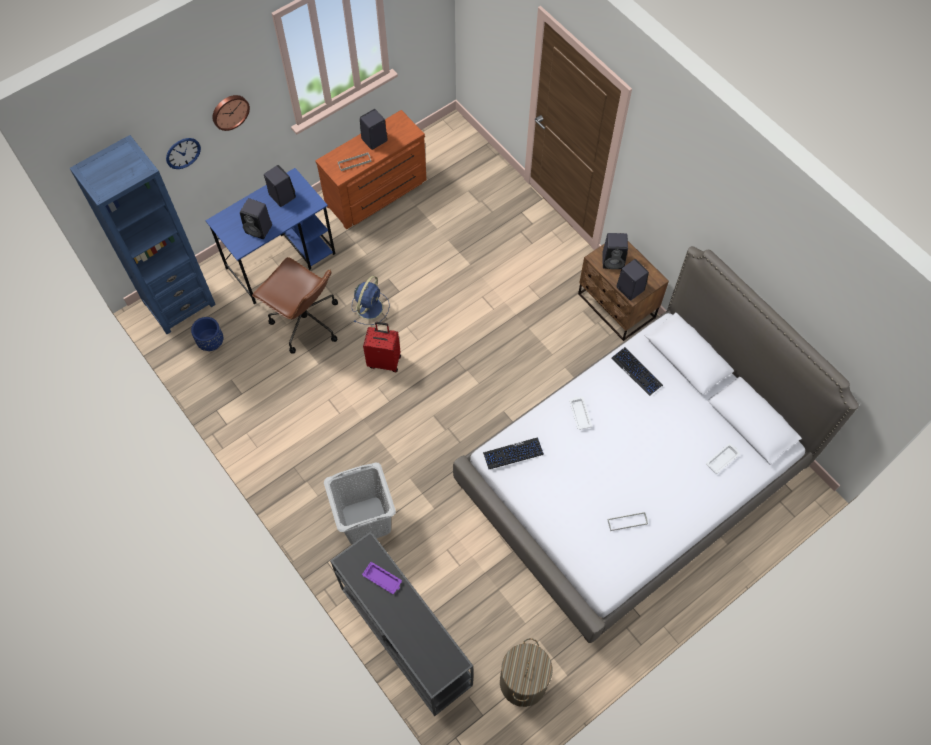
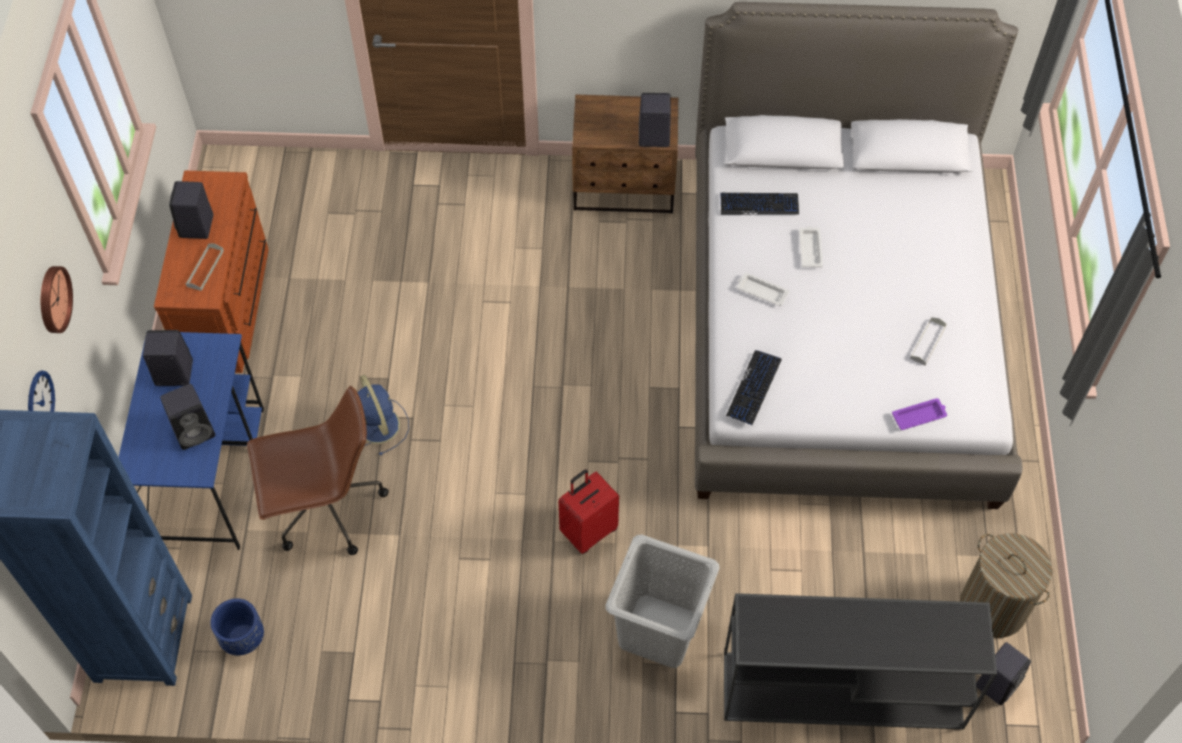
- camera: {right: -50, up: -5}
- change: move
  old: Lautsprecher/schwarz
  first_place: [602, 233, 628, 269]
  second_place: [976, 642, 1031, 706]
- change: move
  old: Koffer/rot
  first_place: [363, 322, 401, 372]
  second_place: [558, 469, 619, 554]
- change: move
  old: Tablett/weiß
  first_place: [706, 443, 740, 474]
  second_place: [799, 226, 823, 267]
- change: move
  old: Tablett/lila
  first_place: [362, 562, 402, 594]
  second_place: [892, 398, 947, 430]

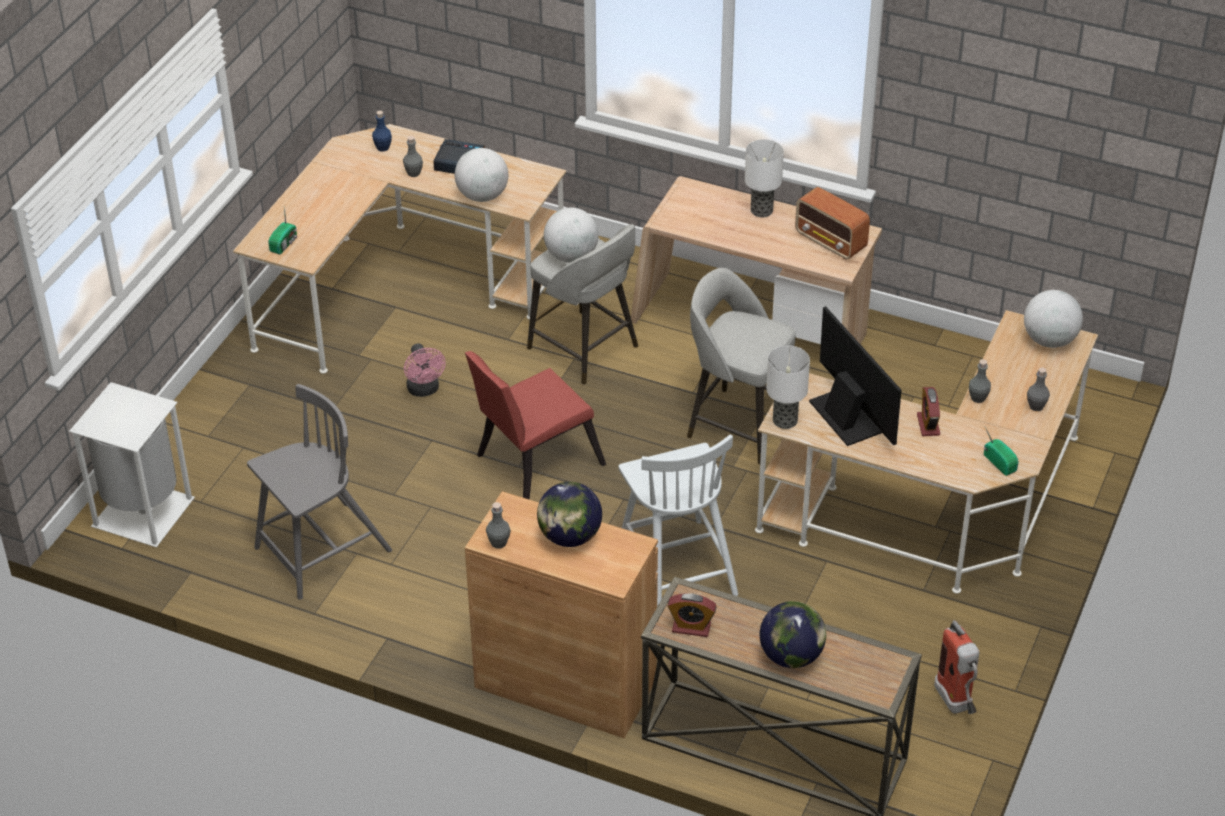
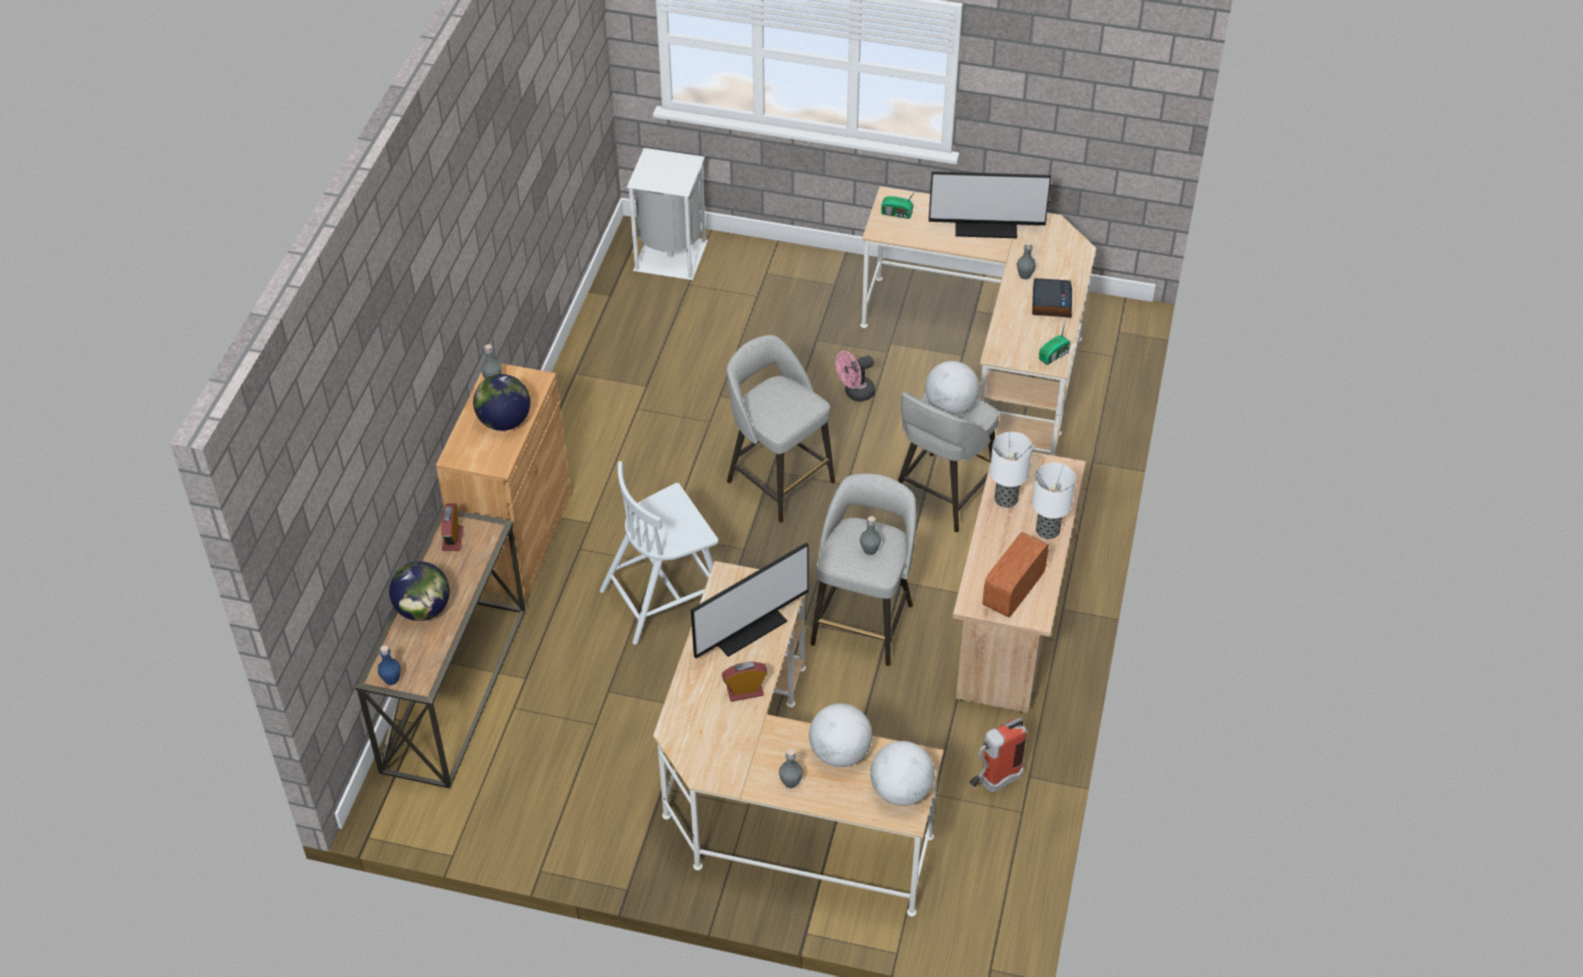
- camera: {right: 80, up: 5}
- change: move
  old: Flasche/blau
  first_place: [372, 111, 392, 152]
  second_place: [378, 645, 401, 685]
- change: move
  old: Globus
  first_place: [455, 148, 508, 202]
  second_place: [809, 703, 872, 767]
- change: move
  old: Tischlampe
  first_place: [766, 345, 810, 429]
  second_place: [990, 432, 1033, 508]
- change: replace
  old: Stuhl/rot
  new: Hocker/grau
  first_place: [465, 351, 606, 499]
  second_place: [727, 335, 835, 522]
- change: move
  old: Flasche/grau
  first_place: [969, 359, 991, 403]
  second_place: [860, 516, 881, 555]
- change: delete
  old: Stuhl/grau
  first_place: [247, 384, 392, 600]
- change: move
  old: Radio
  first_place: [984, 427, 1019, 476]
  second_place: [1039, 323, 1071, 365]
- change: move
  old: Feuerlöscher
  first_place: [934, 620, 979, 714]
  second_place: [969, 717, 1027, 793]
- change: insert
  new: Monitor
  second_place: [929, 171, 1051, 238]

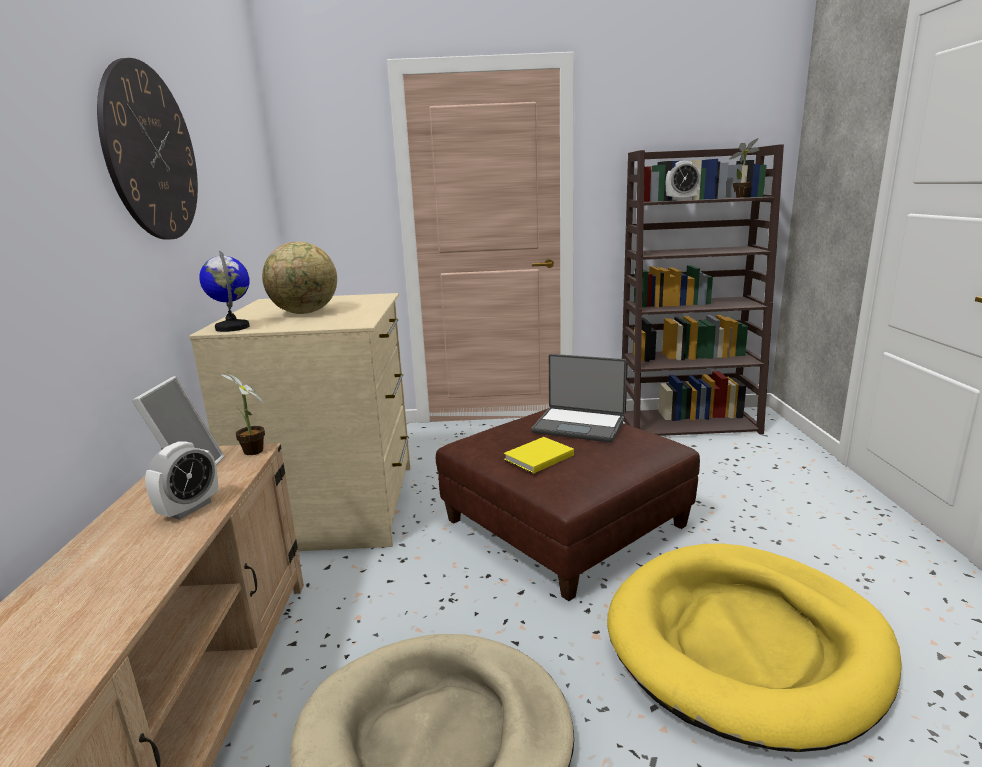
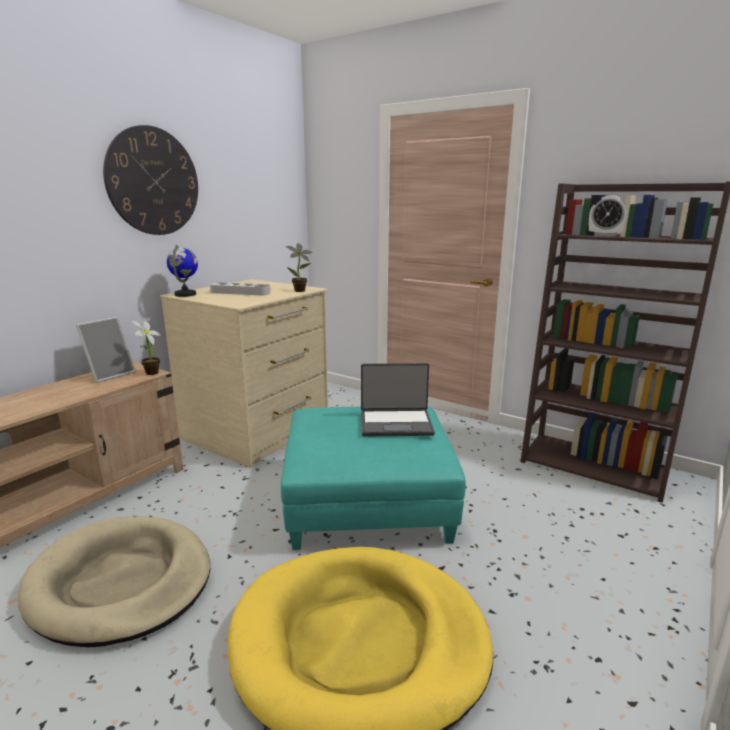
- camera: {right: 35, up: 0}
- change: move
  old: Topfpflanze
  first_place: [729, 138, 760, 198]
  second_place: [286, 243, 313, 292]
- change: replace
  old: Globus
  new: Tablett/grau
  first_place: [262, 242, 337, 314]
  second_place: [210, 282, 270, 296]
- change: rotate
  old: Laptop
  first_place: [531, 354, 627, 443]
  second_place: [361, 363, 435, 437]
  degrees: -60
- change: recolor
  old: Polsterhocker/braun
  new: Polsterhocker/türkis
  first_place: [436, 409, 700, 601]
  second_place: [281, 406, 466, 550]
- change: delete
  old: Buch/gelb
  first_place: [504, 437, 574, 474]
- change: delete
  old: Wecker
  first_place: [145, 441, 218, 520]

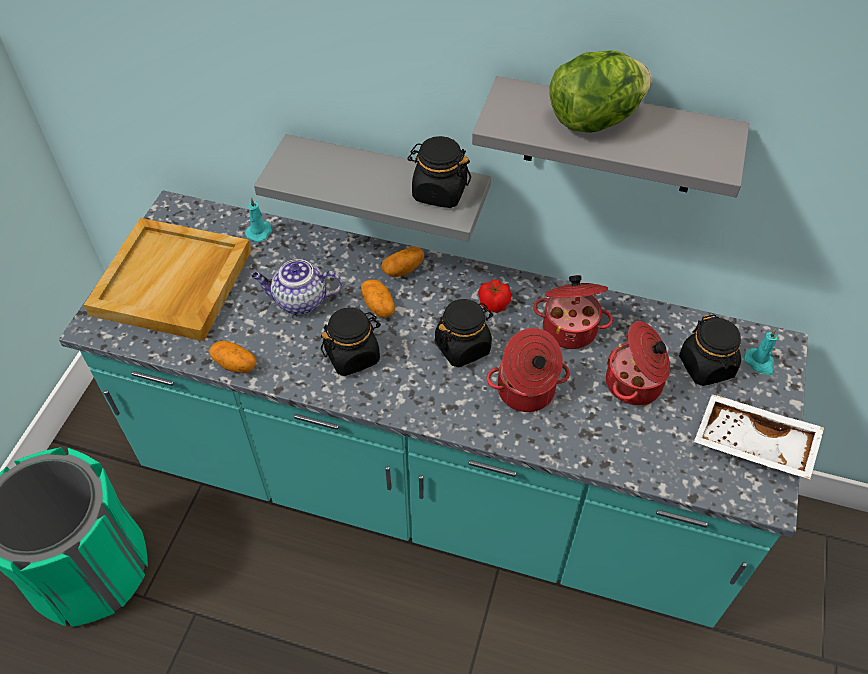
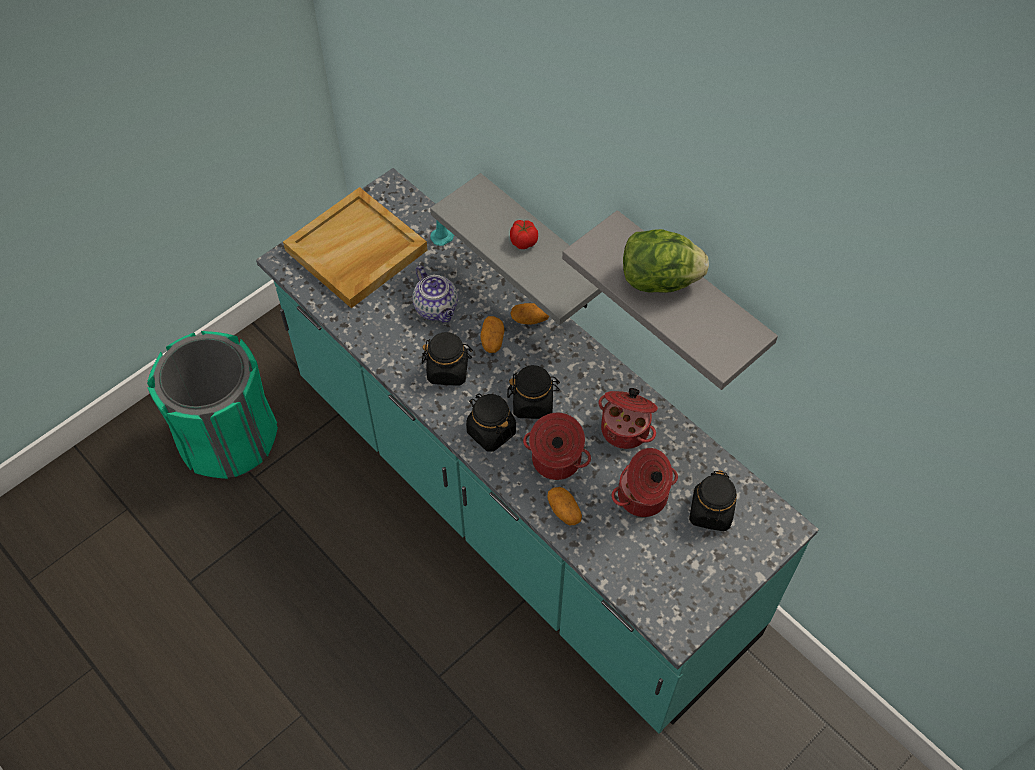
- camera: {right: 30, up: 5}
- change: move
  old: Vorratsglas/schwarz
  first_place: [407, 136, 471, 208]
  second_place: [466, 393, 516, 452]
- change: rotate
  old: Teekanne
  first_place: [251, 259, 343, 314]
  second_place: [412, 265, 458, 323]
  degrees: -150
- change: move
  old: Tomate
  first_place: [478, 280, 511, 313]
  second_place: [510, 220, 538, 249]
- change: delete
  old: Kerze/türkis
  first_place: [744, 329, 778, 375]
- change: move
  old: Kartoffel
  first_place: [209, 340, 257, 373]
  second_place: [547, 487, 582, 525]
- change: delete
  old: Tablett/weiß
  first_place: [694, 394, 824, 479]

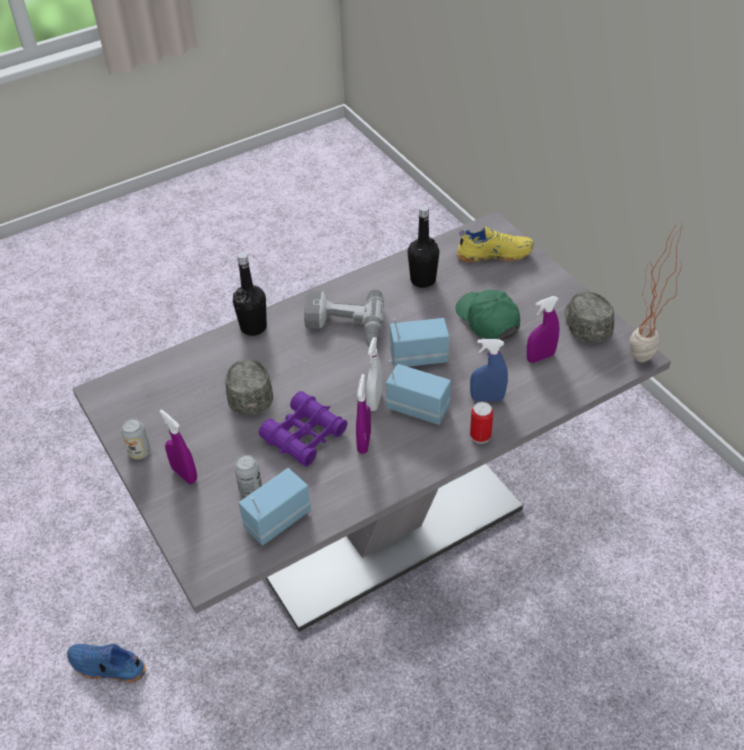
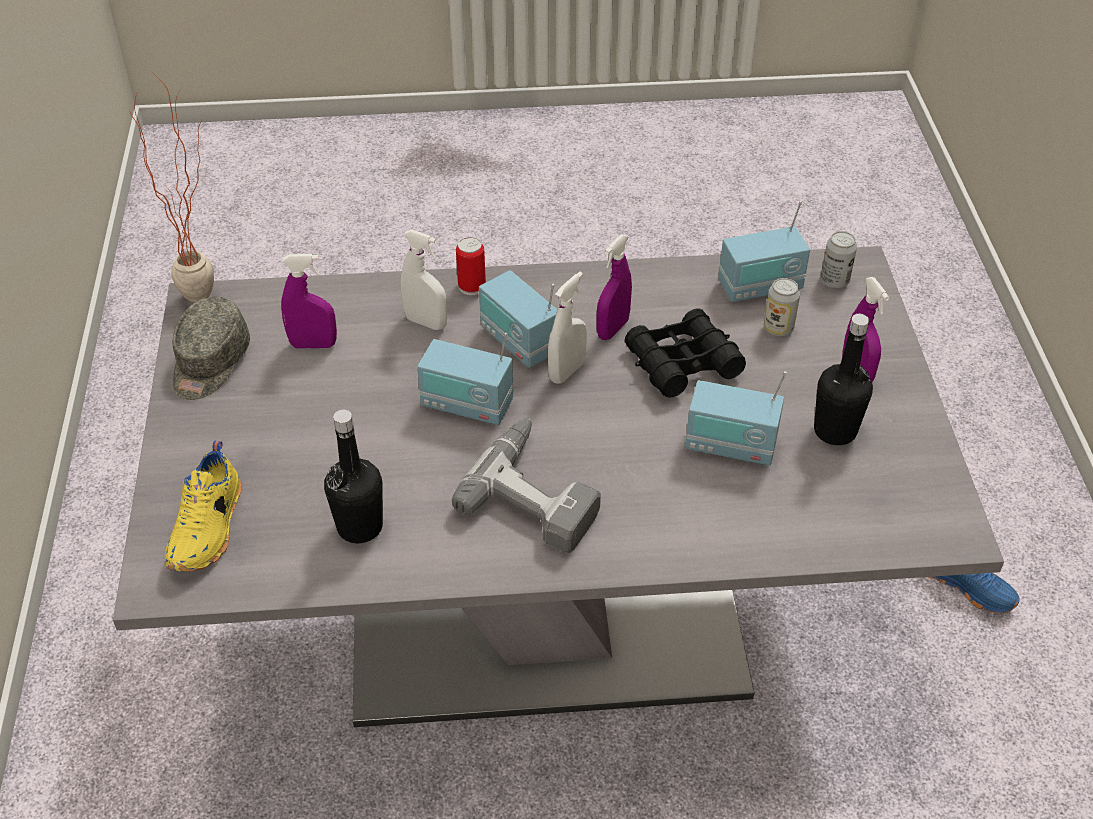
- camera: {right: -155, up: 0}
- change: rotate
  old: Schuh/gelb
  first_place: [456, 227, 534, 263]
  second_place: [165, 441, 242, 571]
  degrees: -105
- change: move
  old: Flasche/schwarz
  first_place: [233, 252, 267, 336]
  second_place: [814, 314, 873, 445]
- change: delete
  old: Kappe/grün
  first_place: [455, 290, 520, 341]
- change: recolor
  old: Sprühflasche/blau
  new: Sprühflasche/weiß
  first_place: [470, 339, 508, 401]
  second_place: [401, 230, 447, 330]
- change: replace
  old: Kappe/grau
  new: Radio
  first_place: [226, 359, 273, 415]
  second_place: [685, 371, 787, 465]
- change: recolor
  old: Fernglas/lila
  new: Fernglas/schwarz
  first_place: [259, 391, 347, 467]
  second_place: [625, 308, 746, 398]
- change: move
  old: Dose
  first_place: [121, 418, 150, 459]
  second_place: [821, 231, 857, 288]

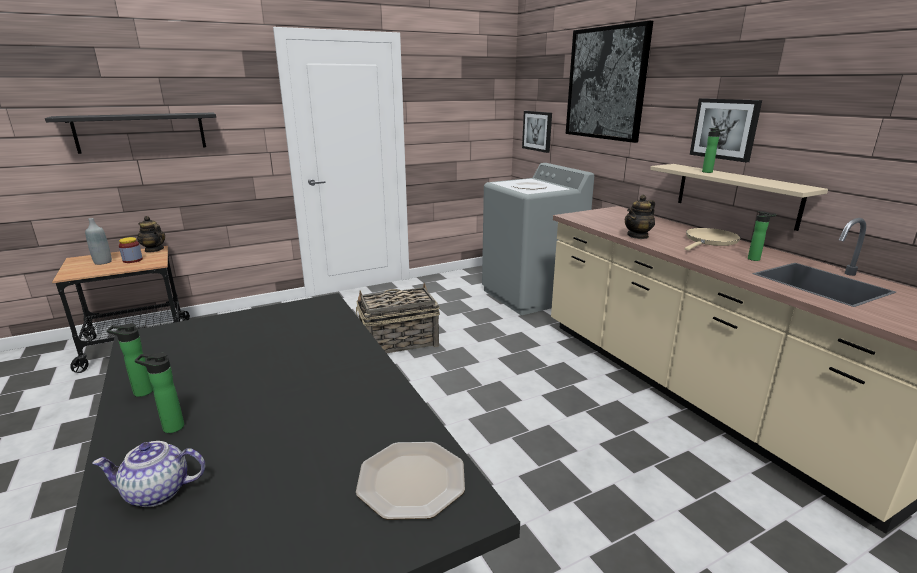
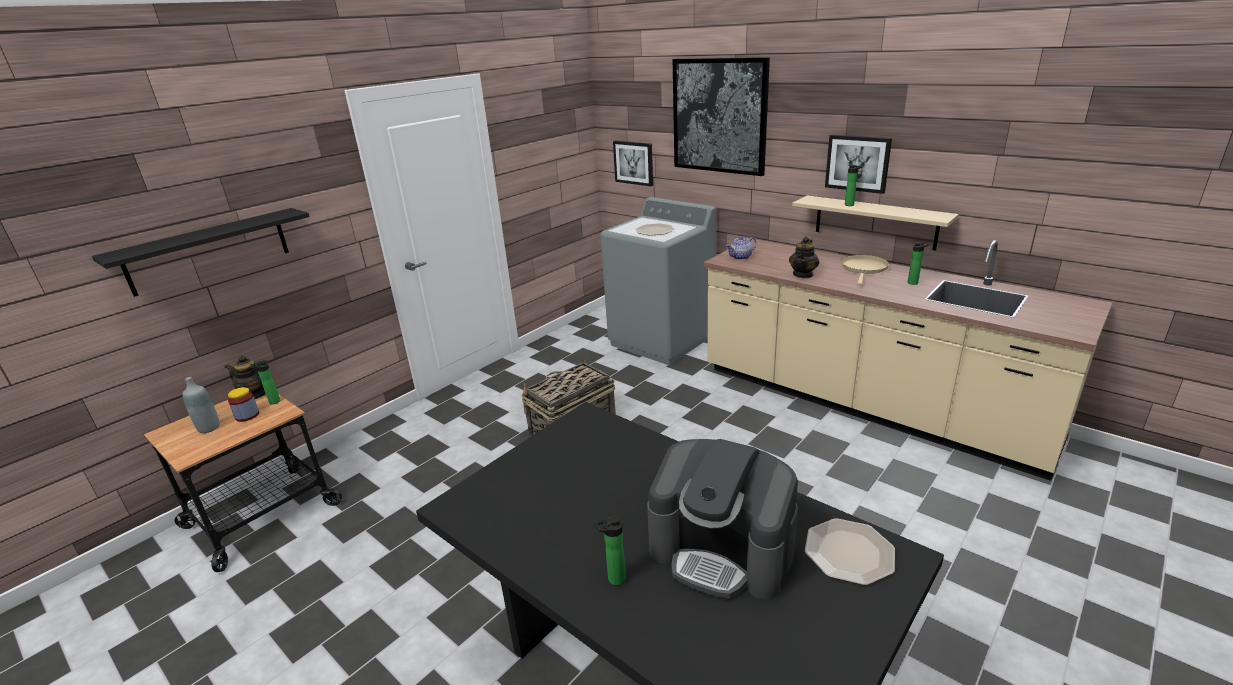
- camera: {right: -20, up: 5}
- change: move
  old: Flasche
  first_place: [106, 324, 153, 397]
  second_place: [250, 360, 280, 404]
- change: move
  old: Teekanne
  first_place: [93, 441, 205, 507]
  second_place: [726, 236, 756, 260]
- change: insert
  new: Kaffeemaschine
  second_place: [647, 439, 798, 600]

